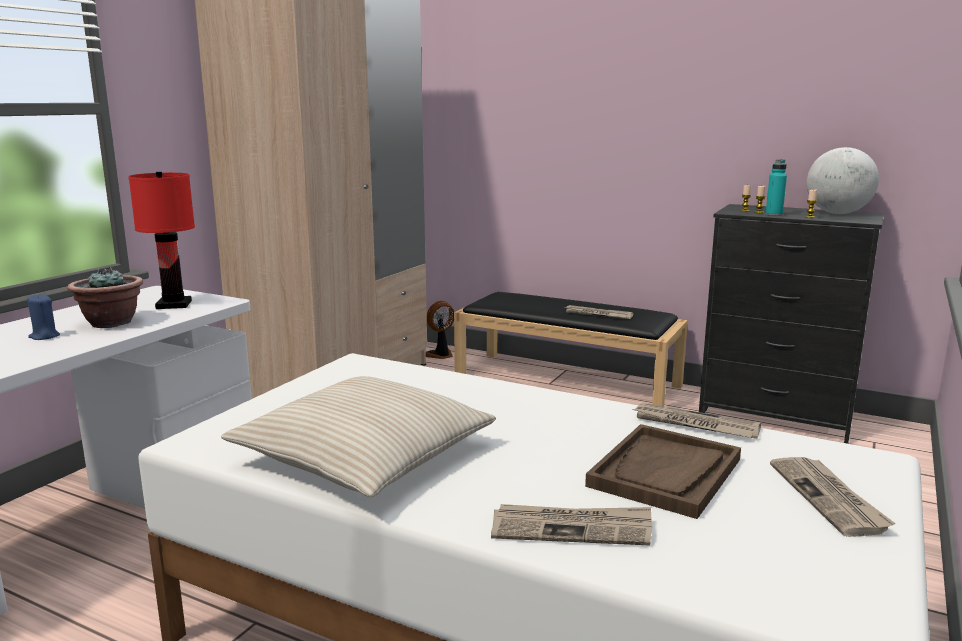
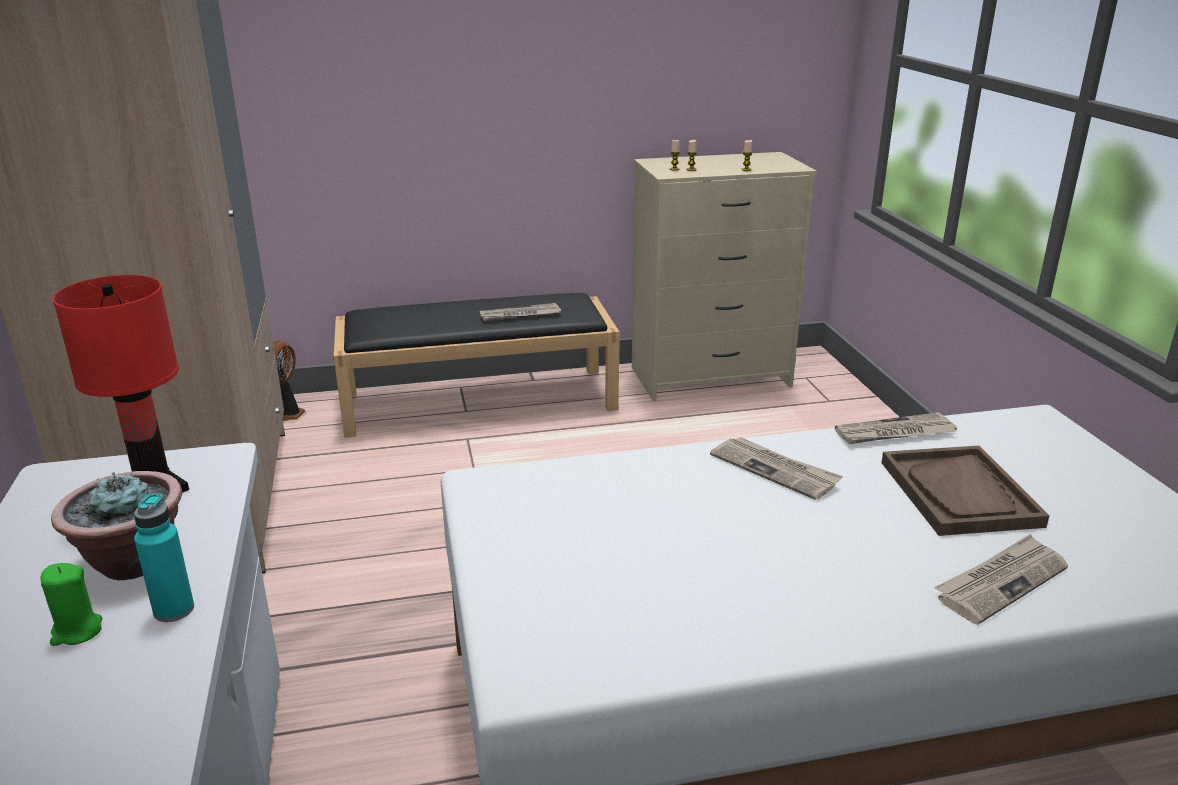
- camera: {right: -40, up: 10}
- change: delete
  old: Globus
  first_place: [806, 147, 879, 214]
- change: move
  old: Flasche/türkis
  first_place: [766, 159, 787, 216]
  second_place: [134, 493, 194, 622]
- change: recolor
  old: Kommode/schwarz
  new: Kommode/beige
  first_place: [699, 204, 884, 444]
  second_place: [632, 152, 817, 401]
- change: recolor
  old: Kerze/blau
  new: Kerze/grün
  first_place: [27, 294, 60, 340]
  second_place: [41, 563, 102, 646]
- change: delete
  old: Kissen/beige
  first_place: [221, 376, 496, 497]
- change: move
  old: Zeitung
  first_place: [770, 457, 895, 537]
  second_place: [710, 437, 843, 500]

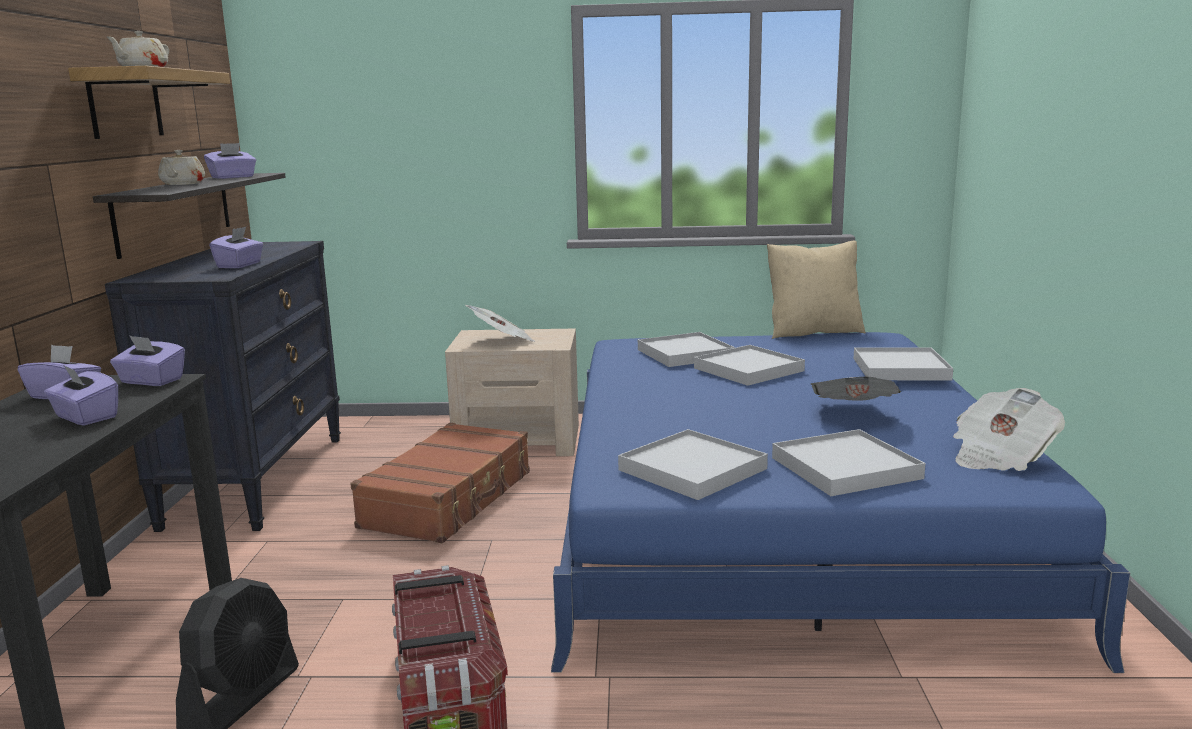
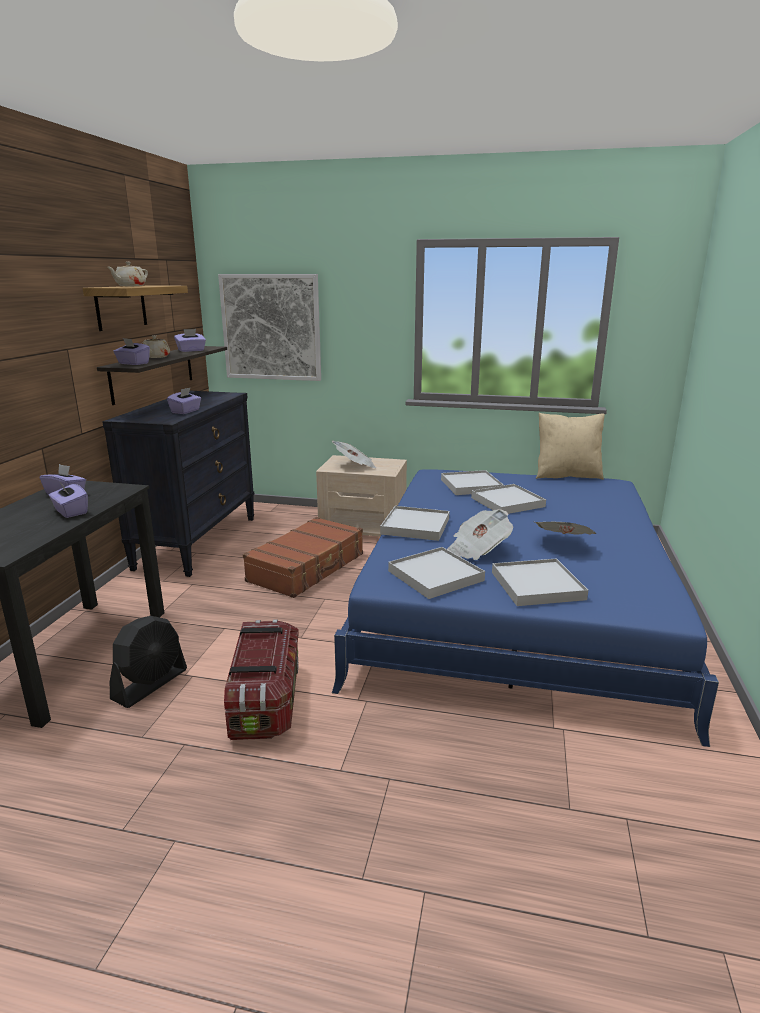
- camera: {right: 10, up: 5}
- change: move
  old: Taschentuchbox/lila
  first_place: [110, 335, 185, 386]
  second_place: [113, 338, 150, 365]
- change: move
  old: Tablett/weiß
  first_place: [853, 347, 953, 381]
  second_place: [380, 506, 449, 541]
- change: move
  old: Zeitung
  first_place: [953, 388, 1065, 471]
  second_place: [447, 509, 513, 560]
- change: insert
  new: Bild
  second_place: [218, 274, 321, 381]

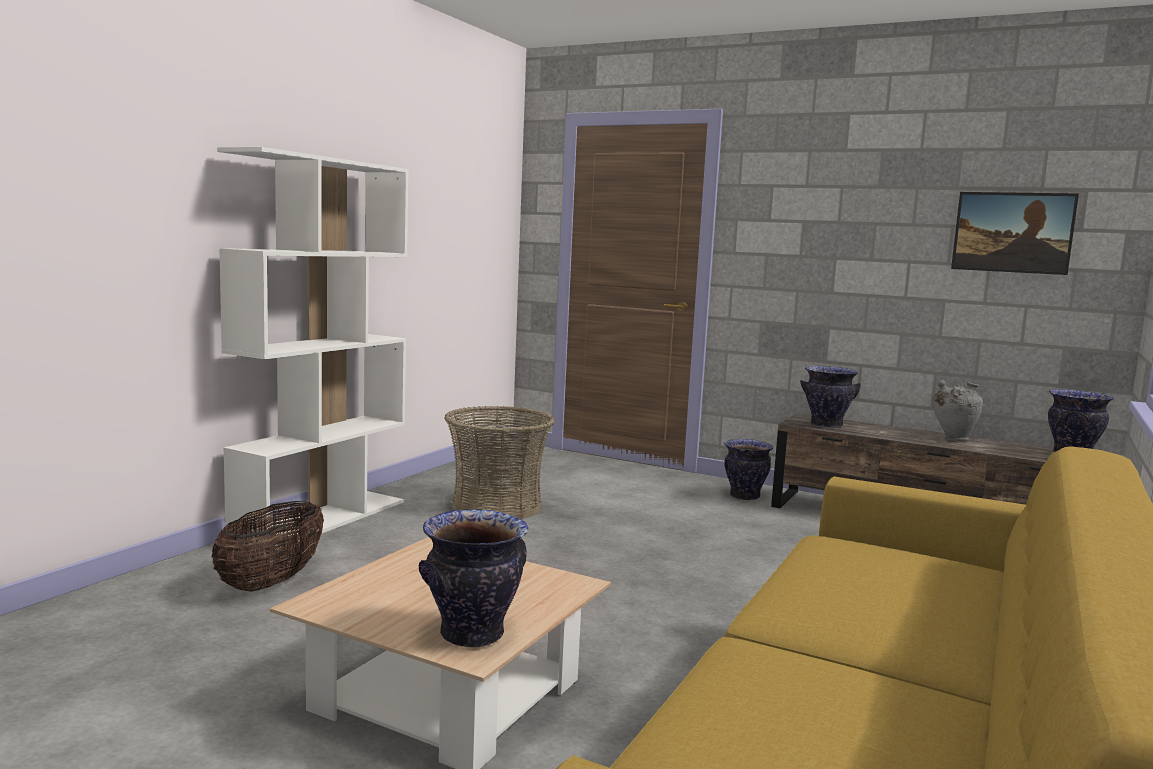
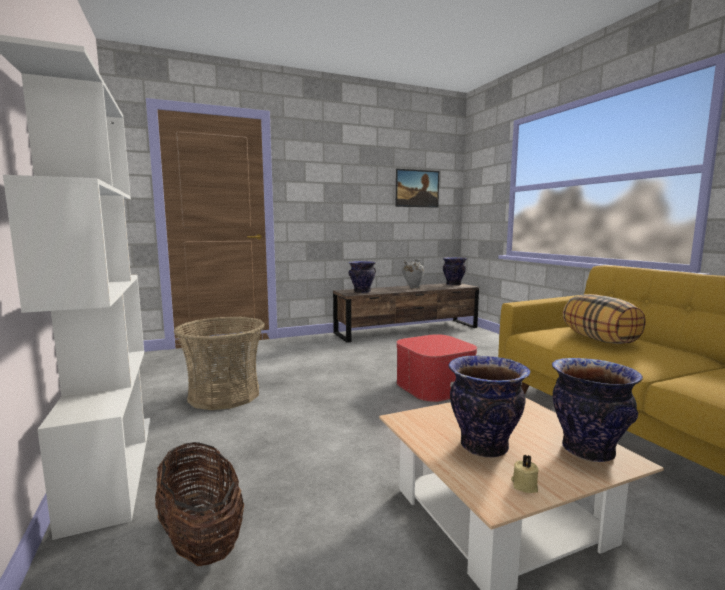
- camera: {right: -50, up: 0}
- change: move
  old: Vase
  first_place: [724, 439, 774, 501]
  second_place: [449, 355, 531, 458]
- change: insert
  new: Kissen
  second_place: [563, 294, 646, 344]
- change: insert
  new: Polsterhocker
  second_place: [396, 334, 477, 402]
- change: insert
  new: Kerze/beige
  second_place: [511, 454, 539, 493]

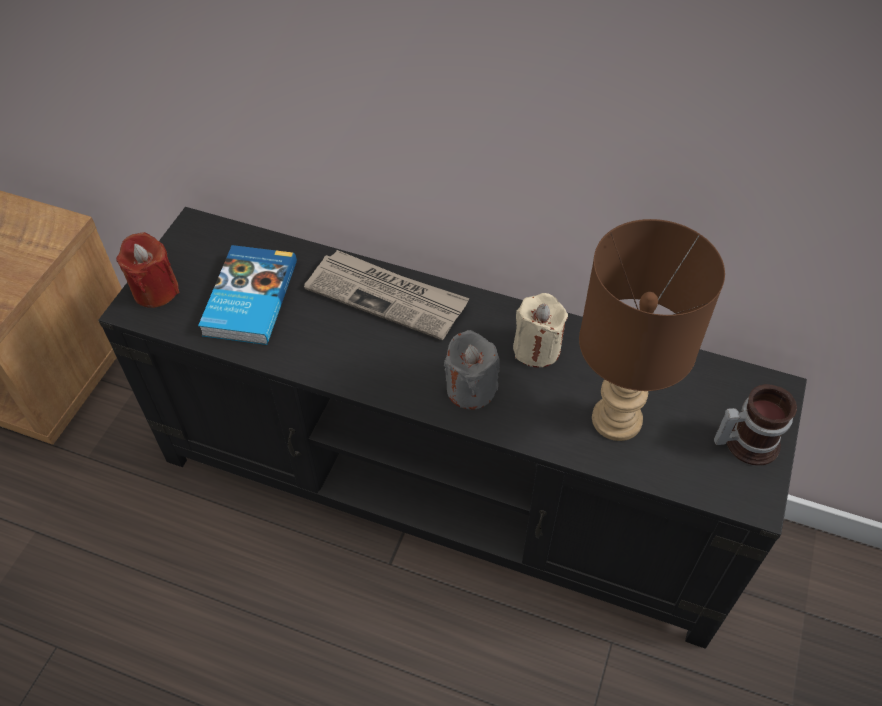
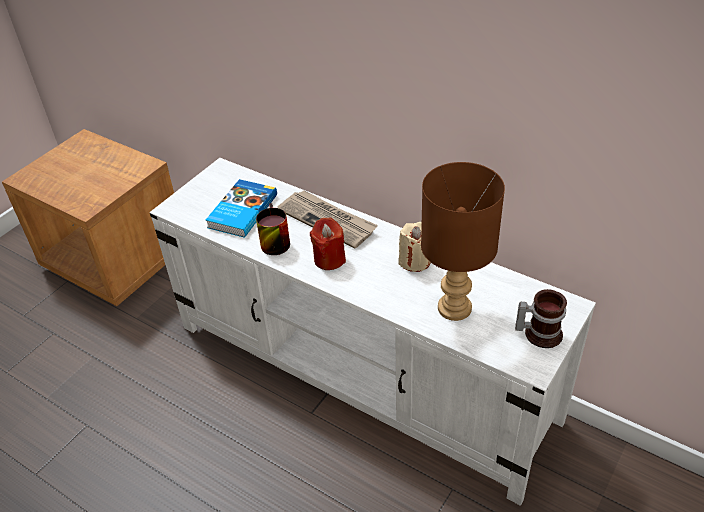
- camera: {right: 15, up: -10}
- change: recolor
  old: Fernsehschrank/schwarz
  new: Fernsehschrank/weiß
  first_place: [98, 207, 807, 649]
  second_place: [150, 158, 596, 506]
- change: move
  old: Kerze/rot
  first_place: [116, 232, 179, 308]
  second_place: [310, 218, 346, 270]
- change: delete
  old: Kerze/grau
  first_place: [444, 330, 500, 410]
- change: insert
  new: Henkelbecher
  second_place: [256, 203, 290, 255]

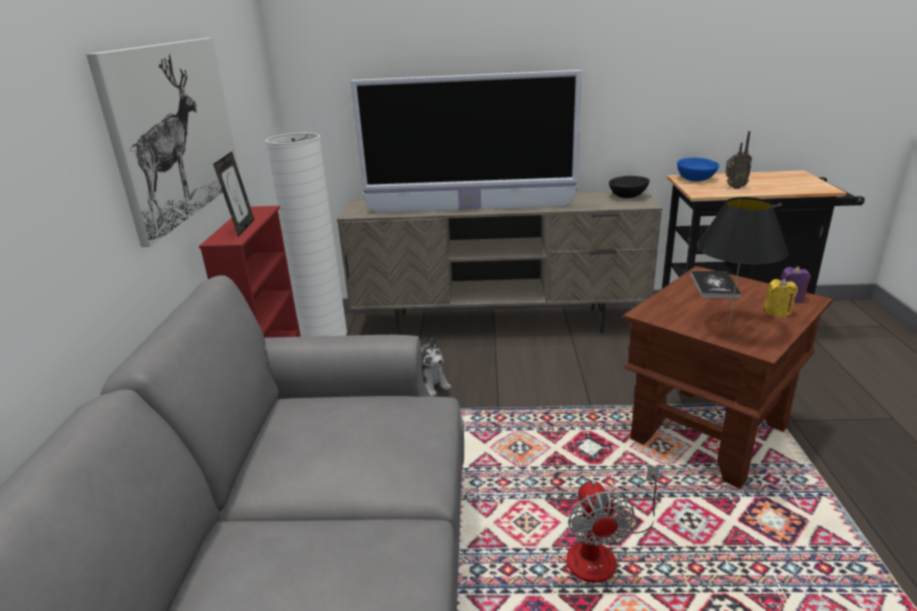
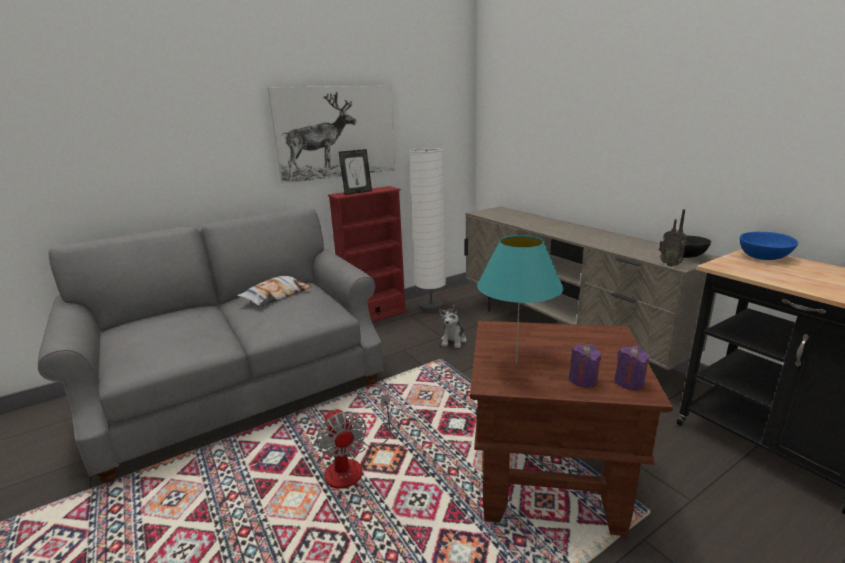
- camera: {right: 55, up: -5}
- change: delete
  old: Fernseher
  first_place: [350, 70, 582, 213]
- change: move
  old: Radio
  first_place: [725, 131, 752, 189]
  second_place: [659, 209, 687, 267]
- change: recolor
  old: Tischlampe/schwarz
  new: Tischlampe/türkis
  first_place: [697, 197, 789, 326]
  second_place: [477, 235, 564, 363]
- change: delete
  old: Buch
  first_place: [690, 271, 742, 298]
- change: recolor
  old: Kerze/gelb
  new: Kerze/lila
  first_place: [763, 279, 798, 317]
  second_place: [569, 344, 601, 388]
- change: rotate
  old: Ventilator
  first_place: [567, 466, 660, 583]
  second_place: [316, 394, 390, 489]
  degrees: -75
- change: insert
  new: Kissen
  second_place: [237, 276, 311, 307]

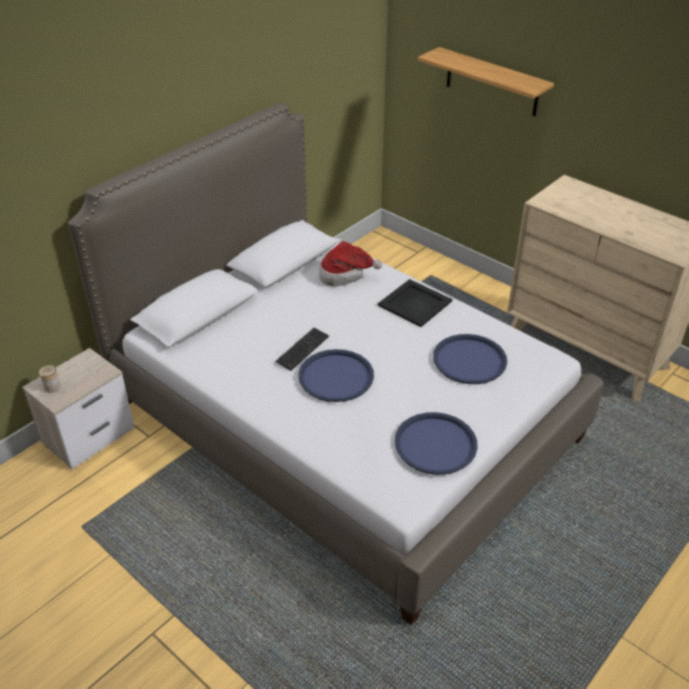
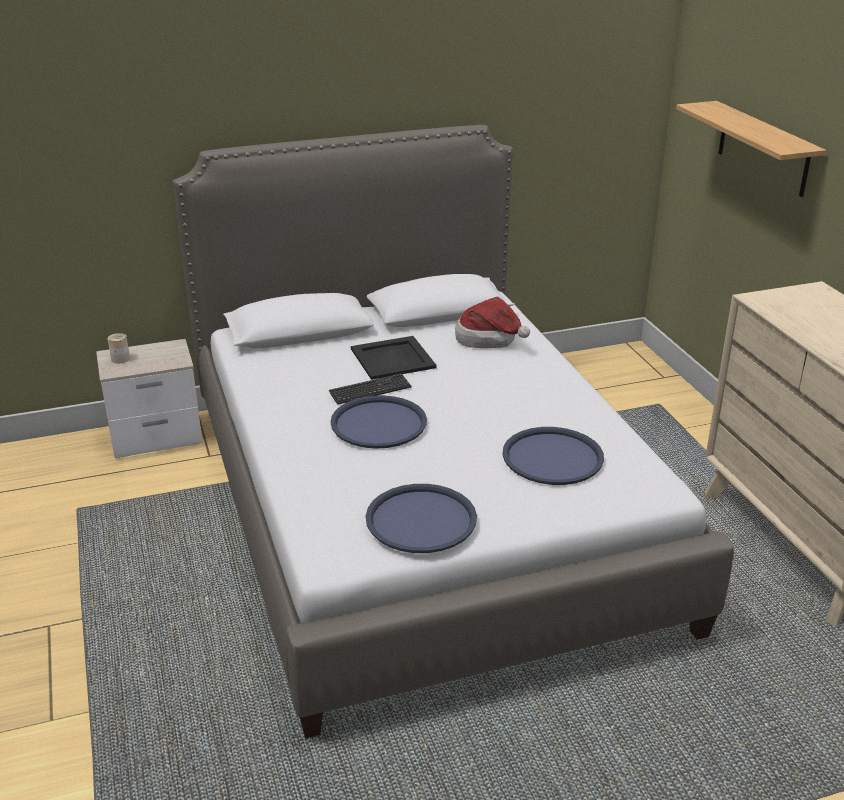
- camera: {right: 30, up: -10}
- change: move
  old: Tablett/schwarz
  first_place: [378, 279, 452, 327]
  second_place: [351, 336, 437, 380]

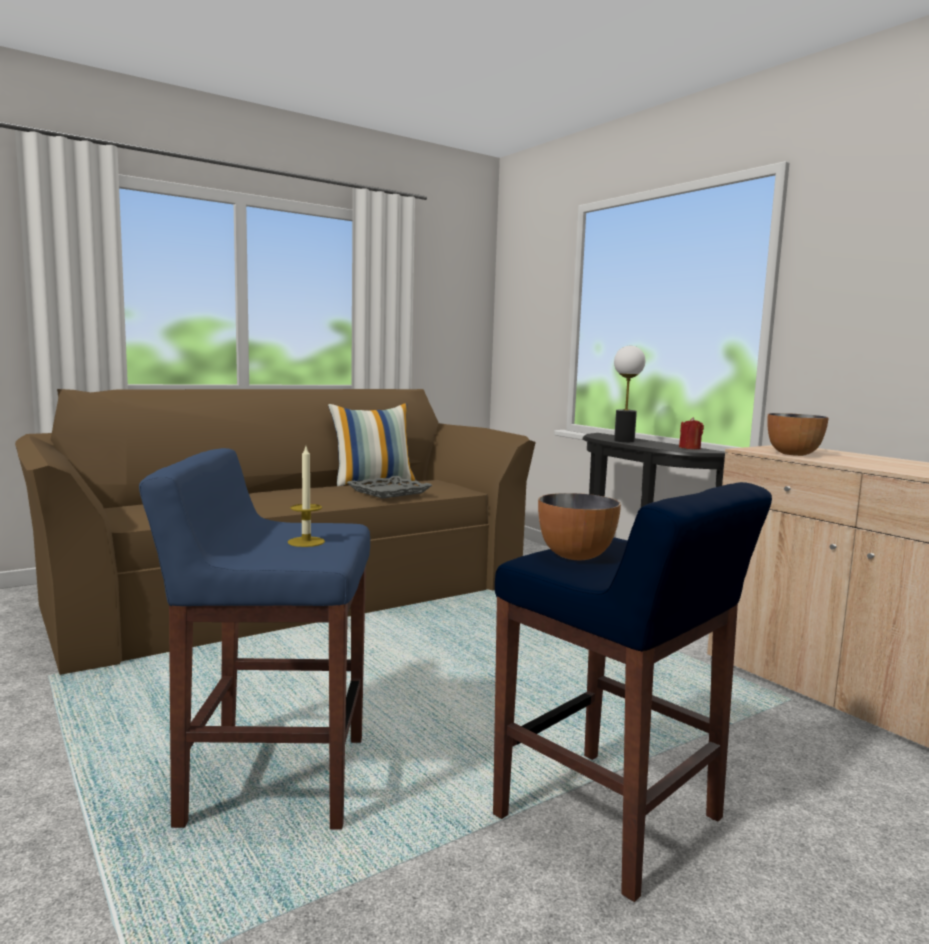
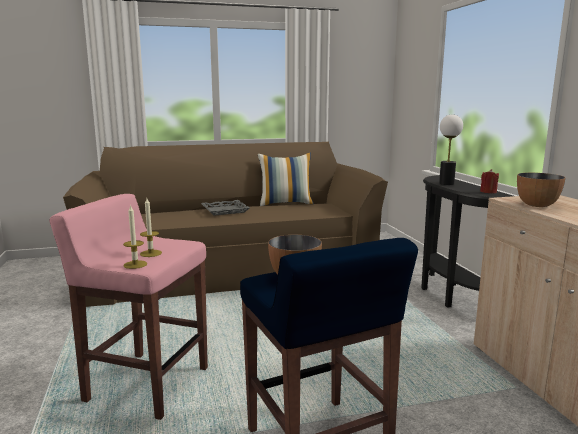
- camera: {right: 20, up: 5}
- change: recolor
  old: Hocker/blau
  new: Hocker/rosa
  first_place: [139, 448, 370, 829]
  second_place: [49, 194, 208, 420]
- change: move
  old: Tablett/grau
  first_place: [346, 476, 432, 499]
  second_place: [201, 200, 250, 216]
- change: insert
  new: Kerze
  second_place: [123, 205, 147, 269]

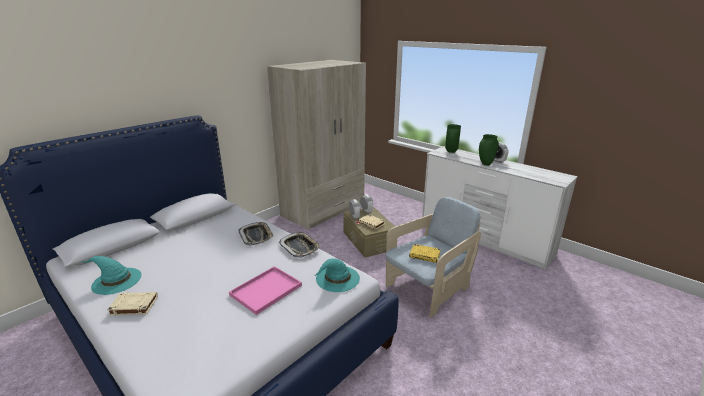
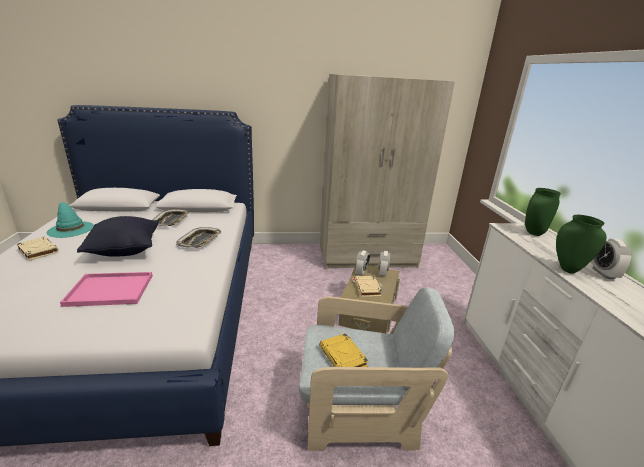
- camera: {right: 40, up: 0}
- change: move
  old: Tablett
  first_place: [279, 232, 321, 258]
  second_place: [153, 209, 189, 226]
- change: delete
  old: Hut/türkis
  first_place: [314, 258, 360, 292]
- change: insert
  new: Kissen/schwarz
  second_place: [77, 216, 159, 257]

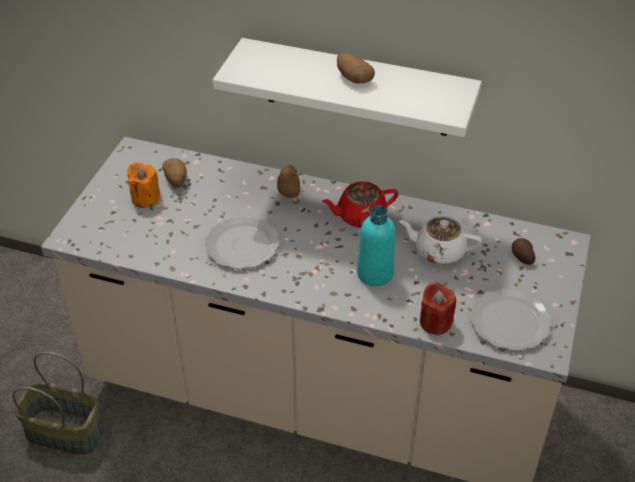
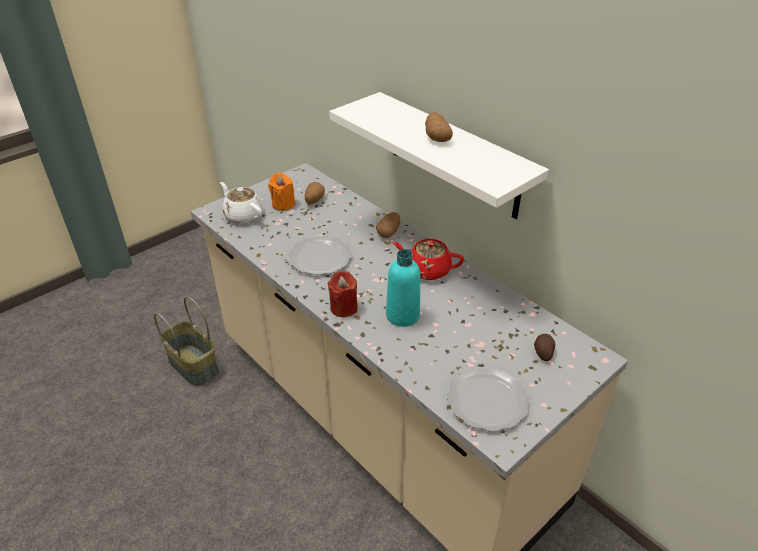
- camera: {right: 30, up: -5}
- change: move
  old: Teekanne/weiß
  first_place: [399, 216, 482, 264]
  second_place: [220, 182, 263, 223]
- change: move
  old: Kerze/rot
  first_place: [420, 282, 456, 335]
  second_place: [328, 271, 358, 317]

